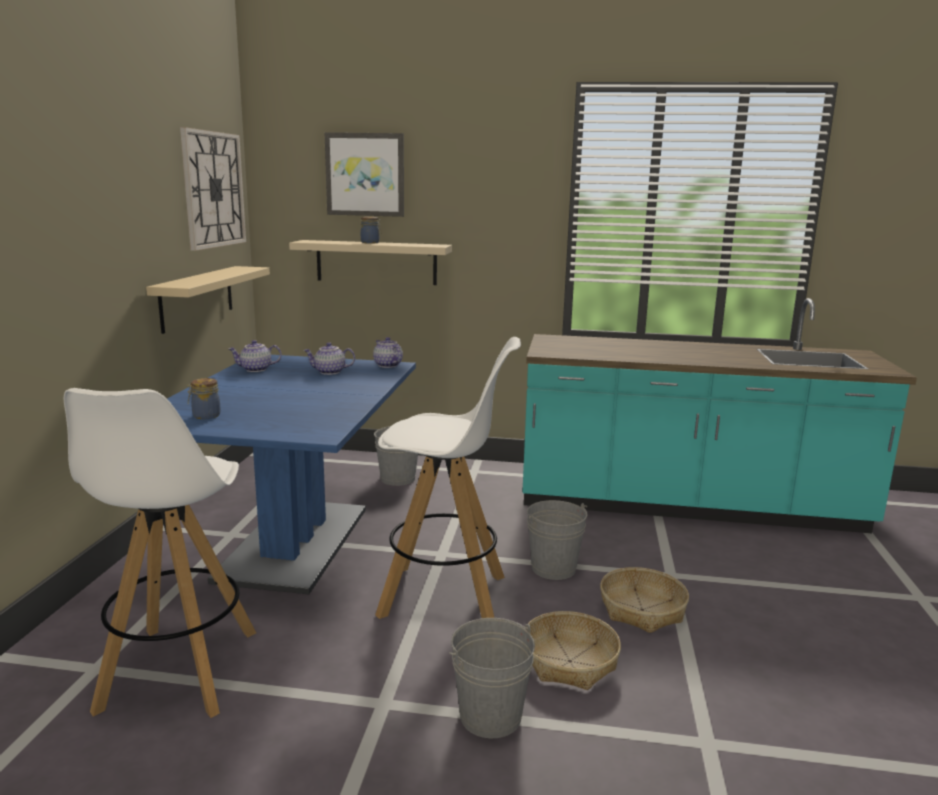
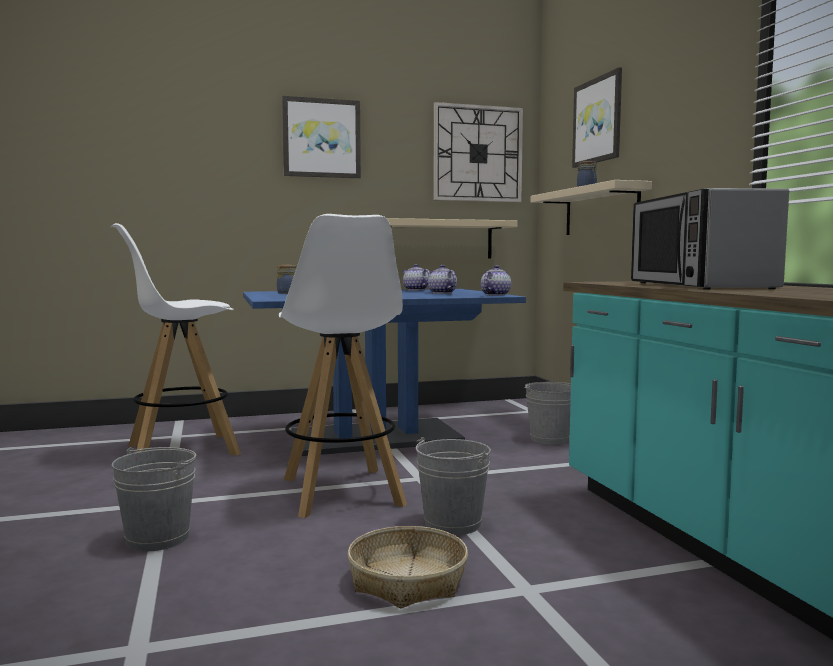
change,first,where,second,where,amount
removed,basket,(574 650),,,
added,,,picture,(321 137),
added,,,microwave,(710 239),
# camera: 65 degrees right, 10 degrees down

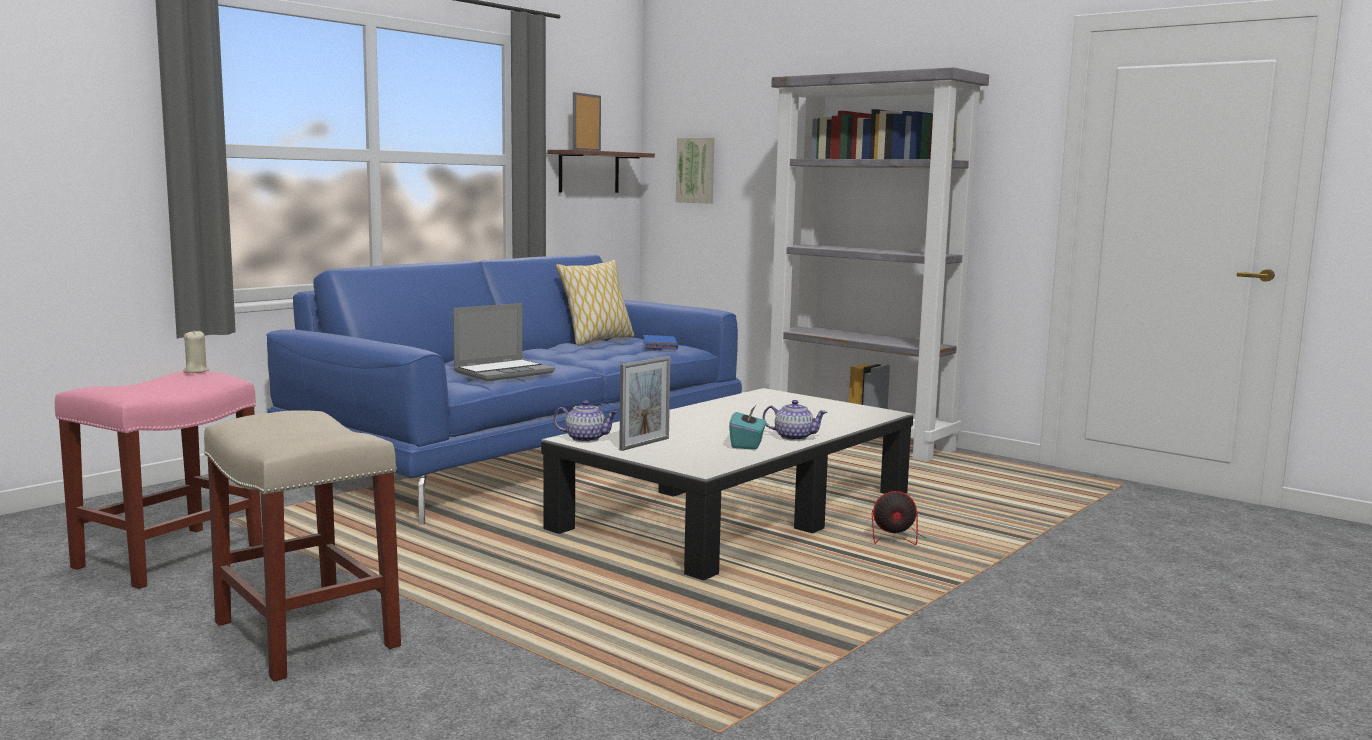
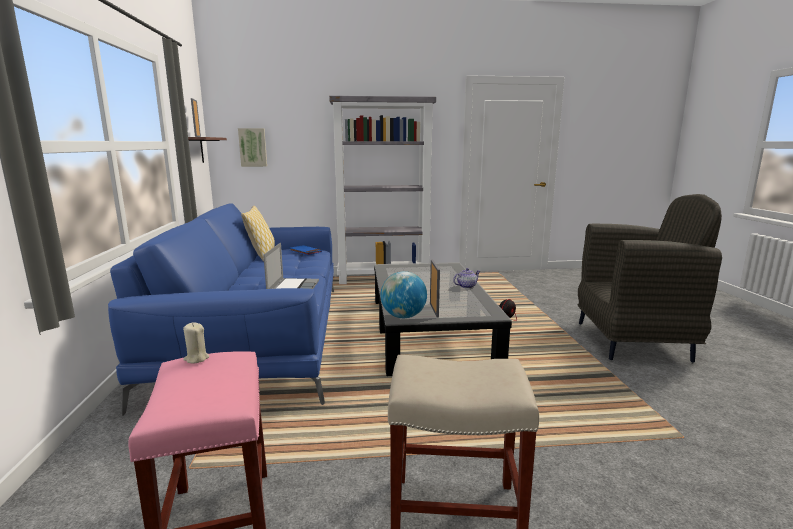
change,first,where,second,where,amount
replaced,teapot,(586 421),globe,(403 294),
removed,turquoise tissue box,(747 427),,,
added,,,grey armchair,(649 278),
# camera: 45 degrees left, 5 degrees up

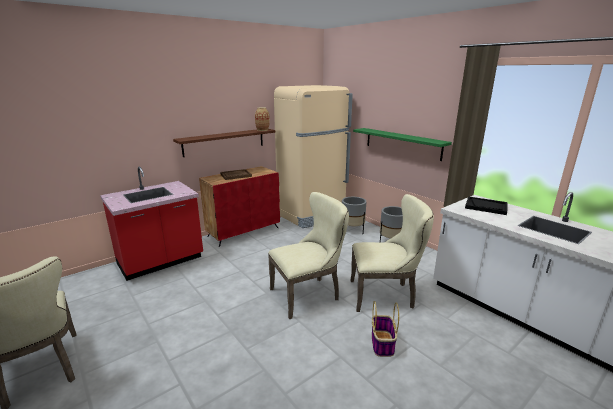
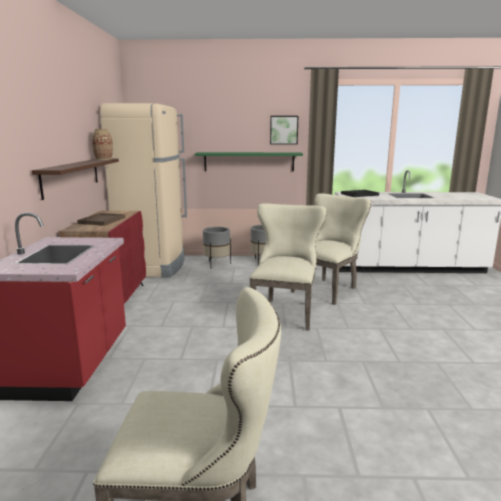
change,first,where,second,where,amount
removed,basket,(385 329),,,
added,,,picture,(284 130),
# camera: 50 degrees left, 5 degrees down

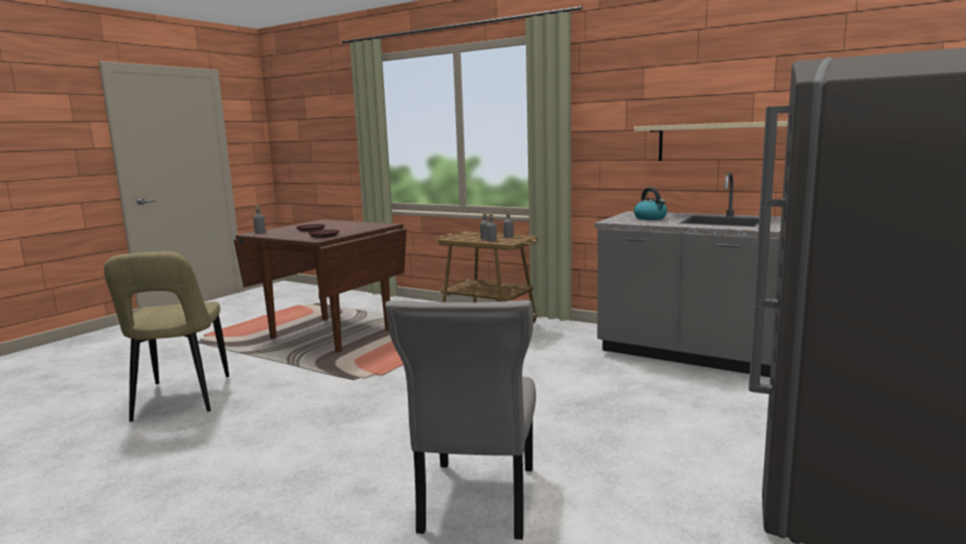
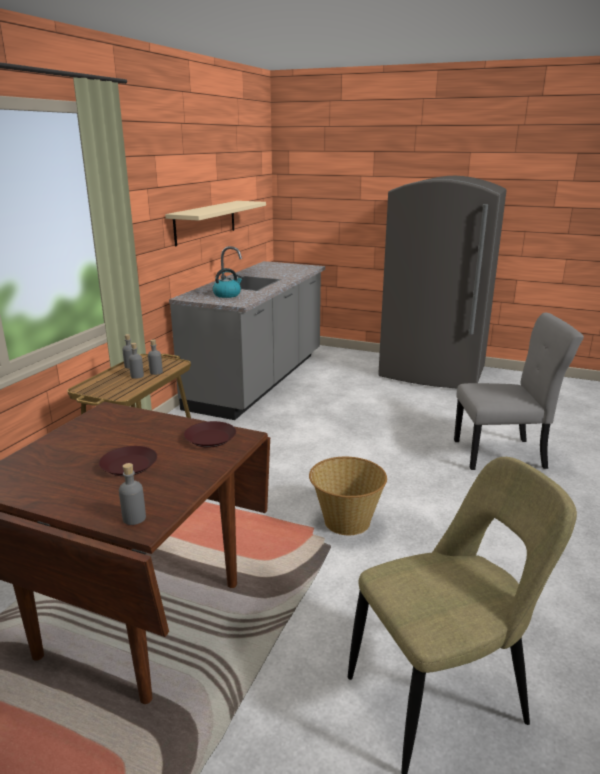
change,first,where,second,where,amount
added,,,basket,(348 496),
# camera: 100 degrees left, 10 degrees up

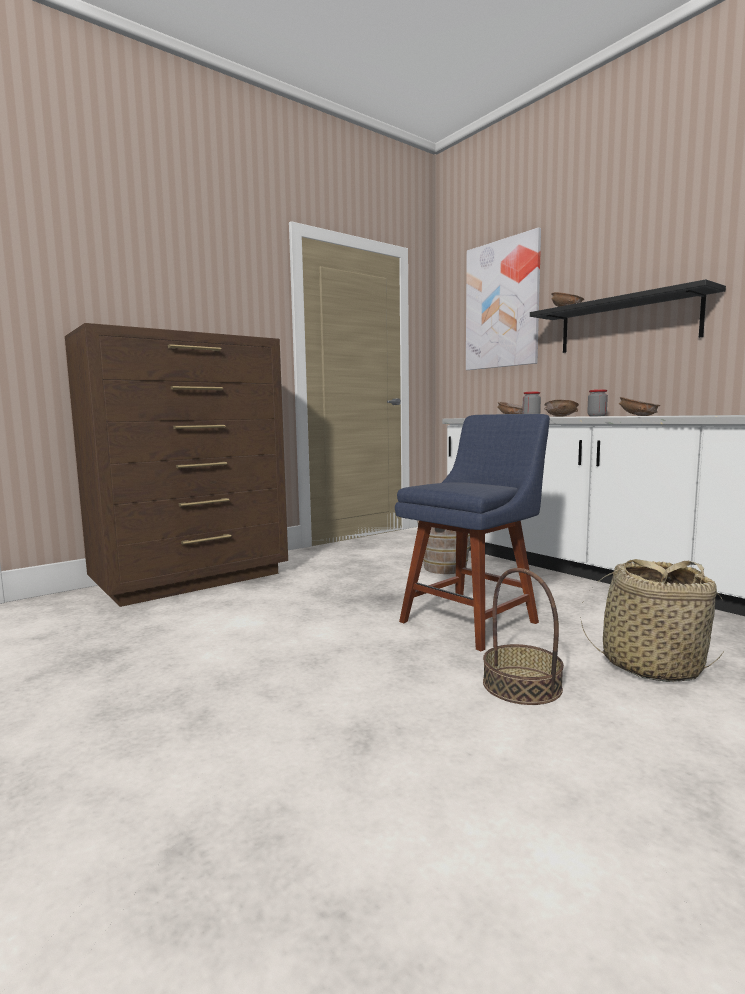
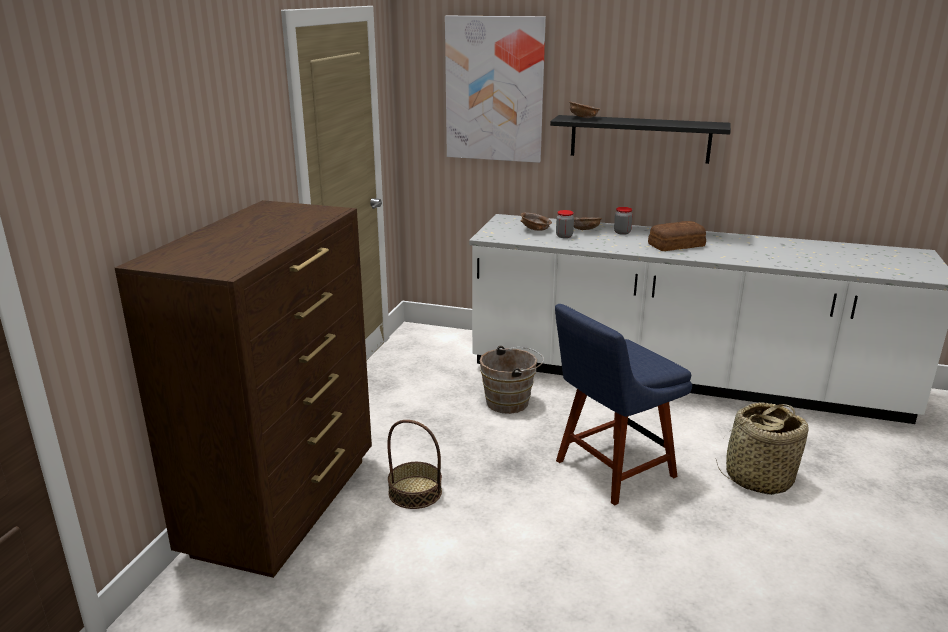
change,first,where,second,where,amount
turned,blue chair,(472 533),,(623 405),135 degrees counterclockwise
moved,basket,(523 636),,(414 464),
replaced,brown bowl,(640 406),bread,(677 236),
# camera: 35 degrees left, 15 degrees up

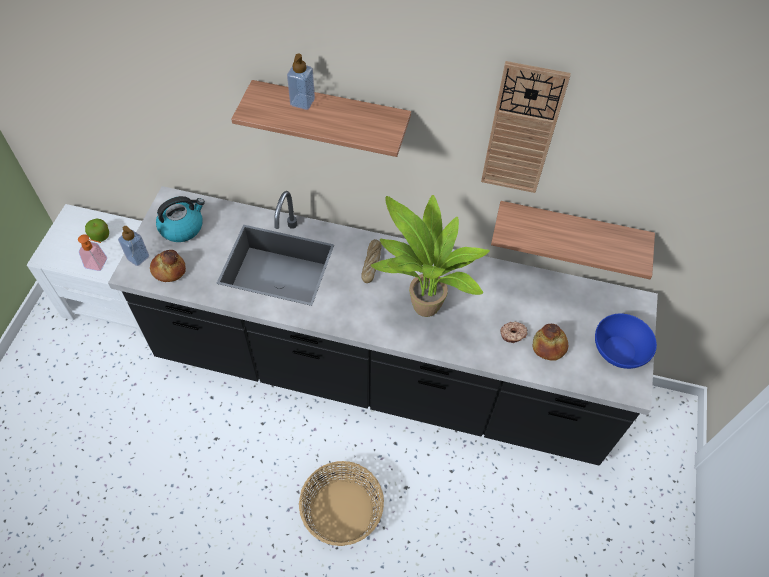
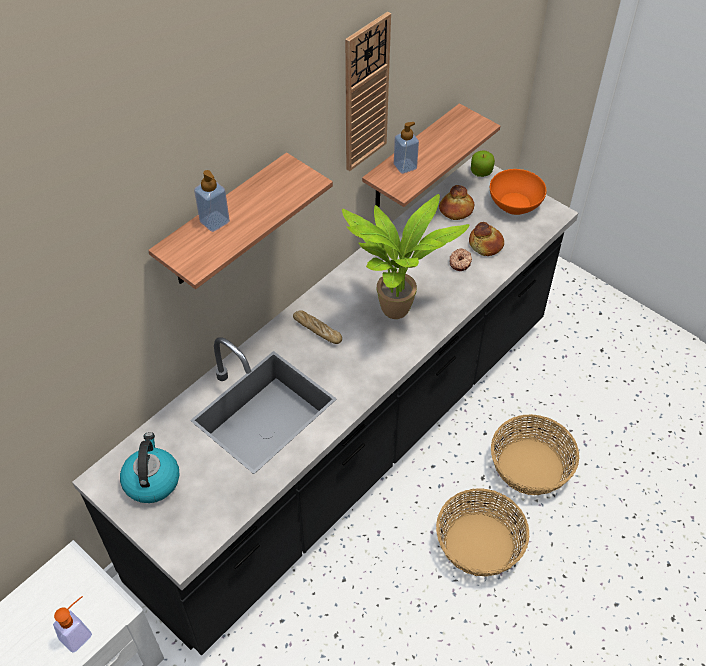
change,first,where,second,where,amount
moved,apple,(97 230),,(483 163),
moved,soap dispenser,(133 246),,(406 148),
moved,bread,(168 266),,(456 202),
recoloured,blue bowl,(626 341),orange bowl,(518 192),
added,,,basket,(535 454),
# camera: 60 degrees left, 5 degrees down

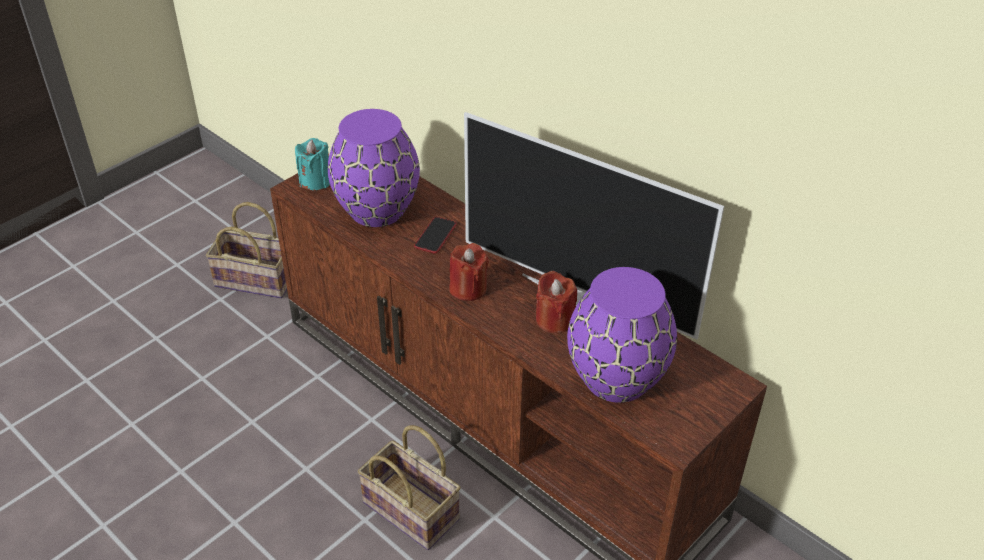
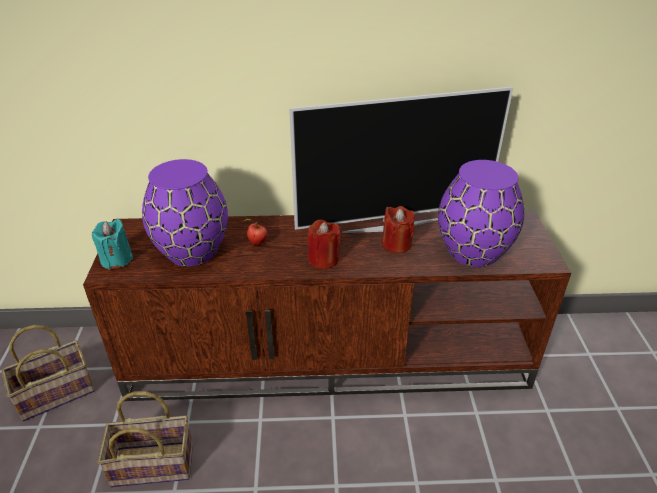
change,first,where,second,where,amount
moved,basket,(409 487),,(145 439),
replaced,phone,(435 235),apple,(255 232),
# camera: 45 degrees left, 5 degrees down

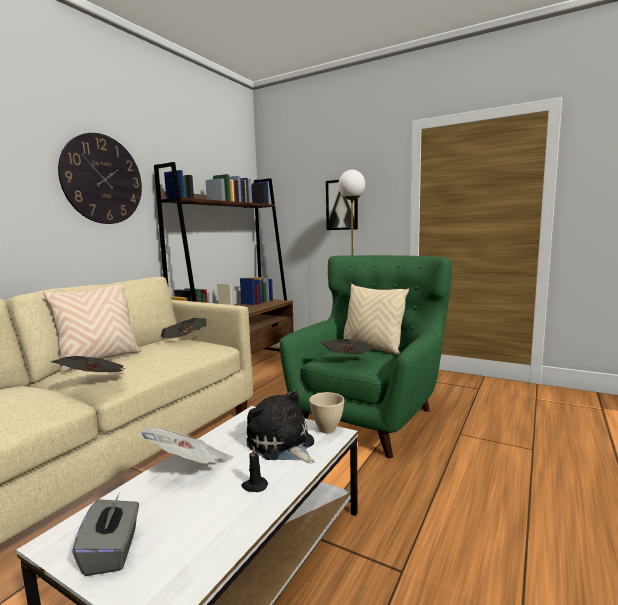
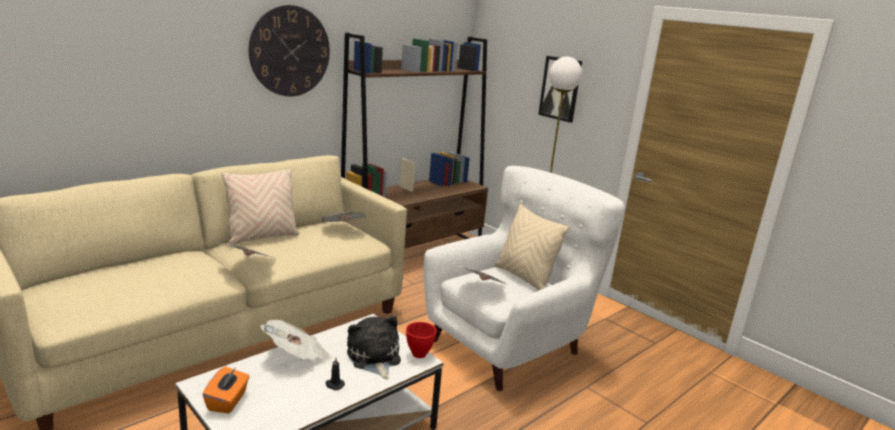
change,first,where,second,where,amount
recoloured,grey tissue box,(105 535),orange tissue box,(226 390),
recoloured,green armchair,(365 356),white armchair,(524 278),
recoloured,beige bowl,(326 413),red bowl,(421 340),
# camera: 15 degrees right, 10 degrees up

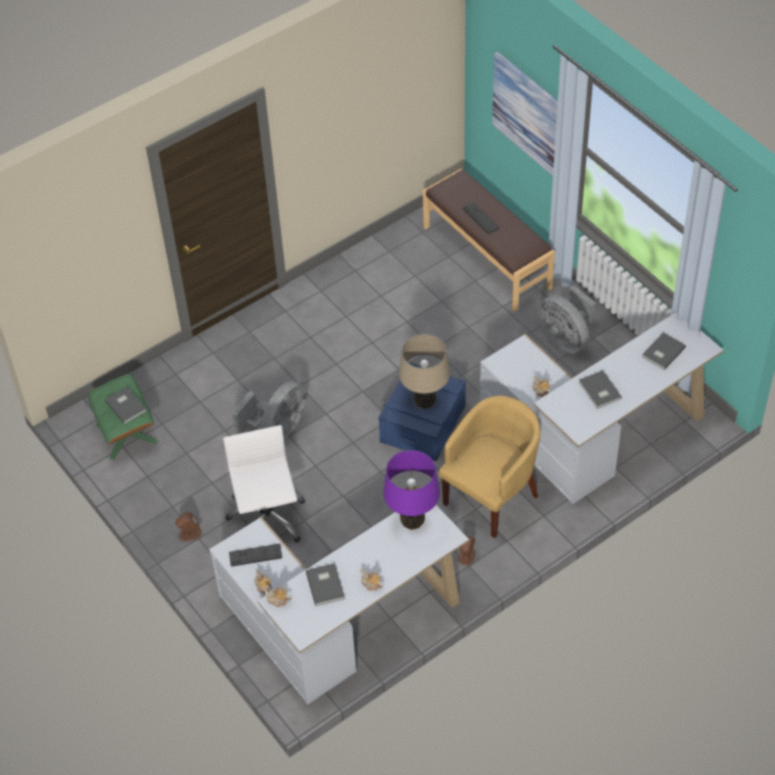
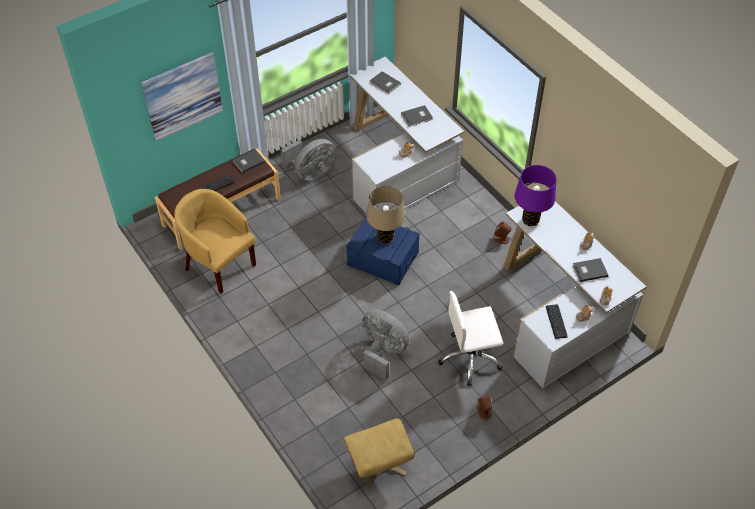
change,first,where,second,where,amount
recoloured,green ottoman,(123 417),beige ottoman,(379 453),
moved,grey book,(126 405),,(249 161),
moved,yellow armchair,(490 466),,(215 241),
# camera: 90 degrees left, 0 degrees up

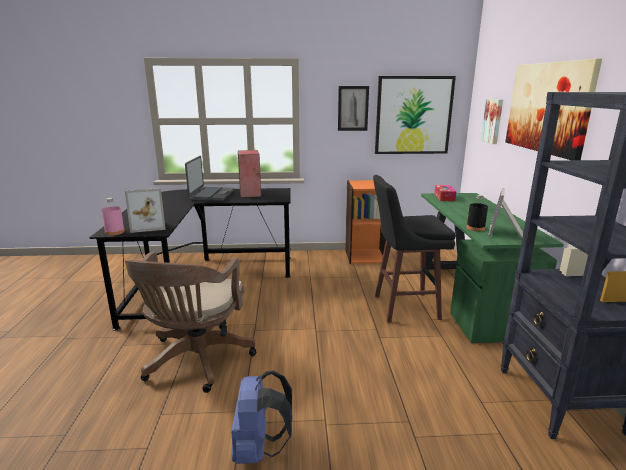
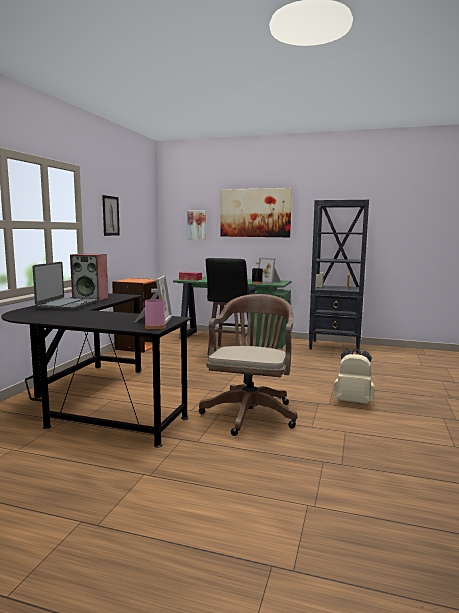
change,first,where,second,where,amount
turned,brown office chair,(190 322),,(248 365),105 degrees counterclockwise
turned,laptop,(209 178),,(65 286),75 degrees clockwise
recoloured,blue backpack,(261 417),beige backpack,(354 376),
removed,picture,(415 115),,,
# camera: 70 degrees left, 10 degrees down

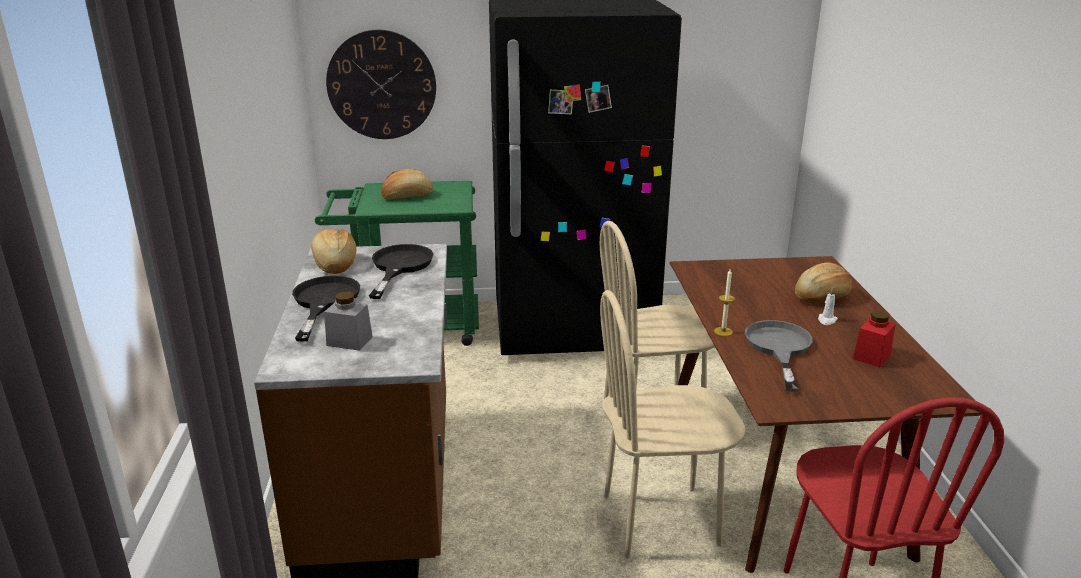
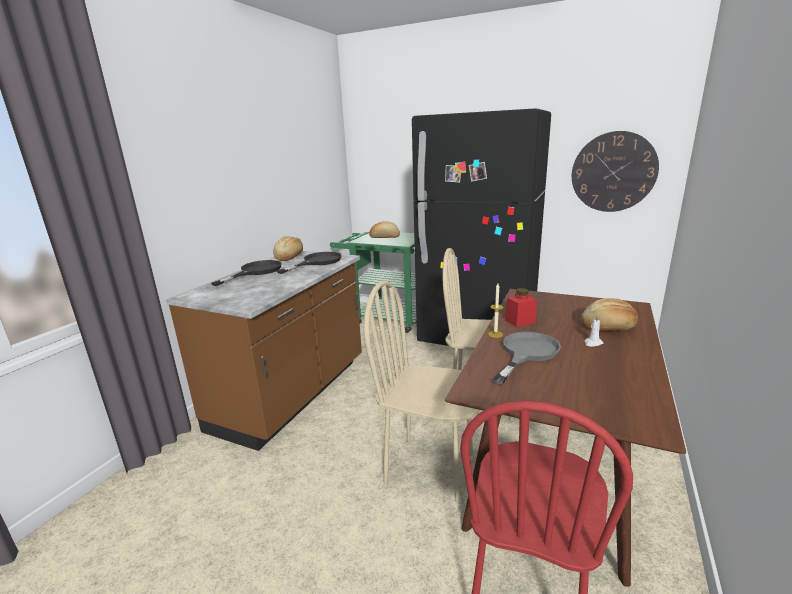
change,first,where,second,where,amount
removed,grey jar,(348 321),,,
moved,wall clock,(381 84),,(615 171),
moved,red jar,(874 339),,(521 307),
# camera: 30 degrees right, 5 degrees down

